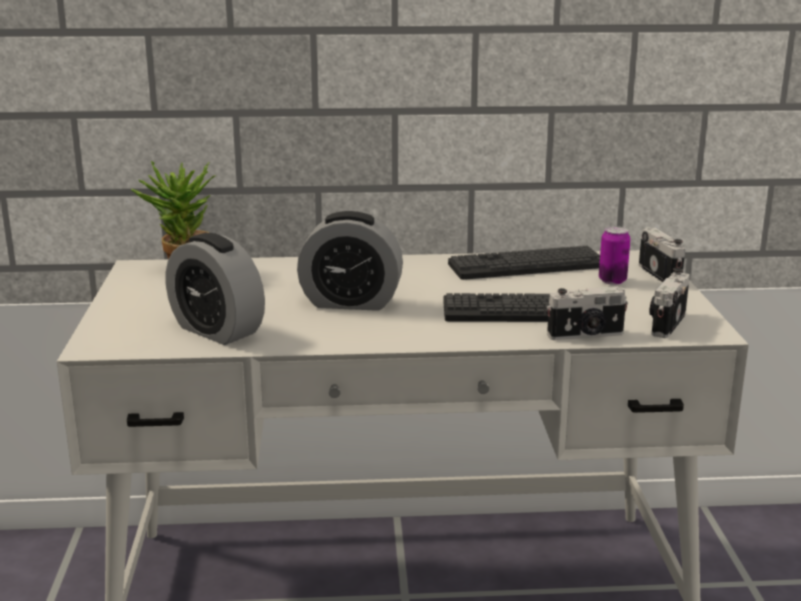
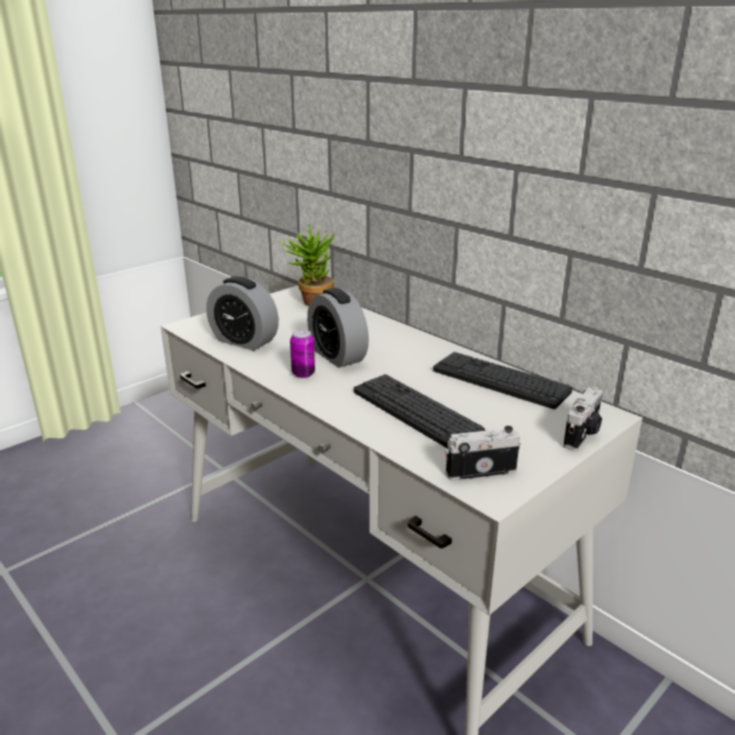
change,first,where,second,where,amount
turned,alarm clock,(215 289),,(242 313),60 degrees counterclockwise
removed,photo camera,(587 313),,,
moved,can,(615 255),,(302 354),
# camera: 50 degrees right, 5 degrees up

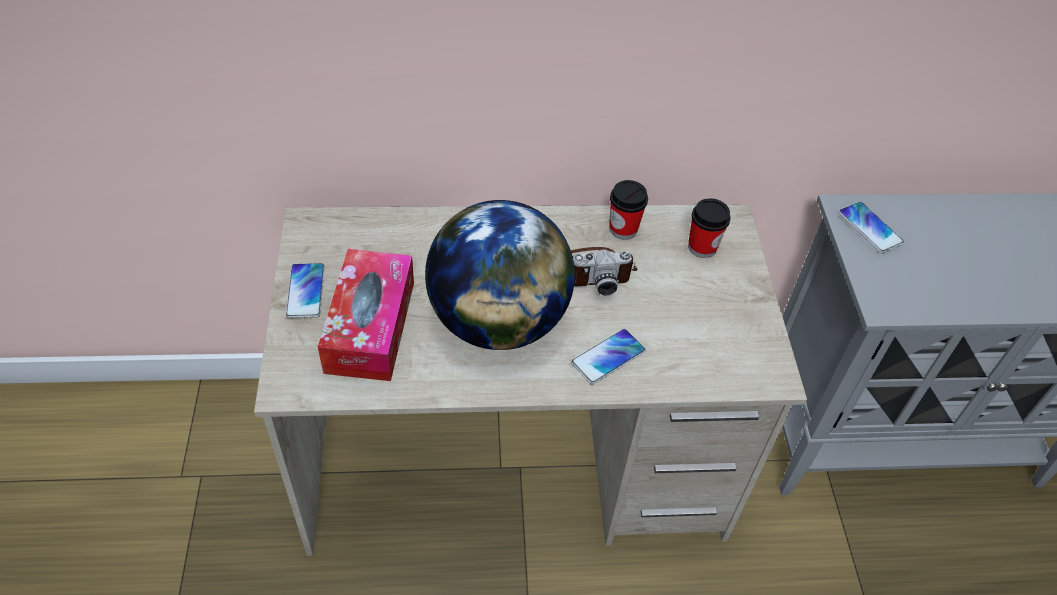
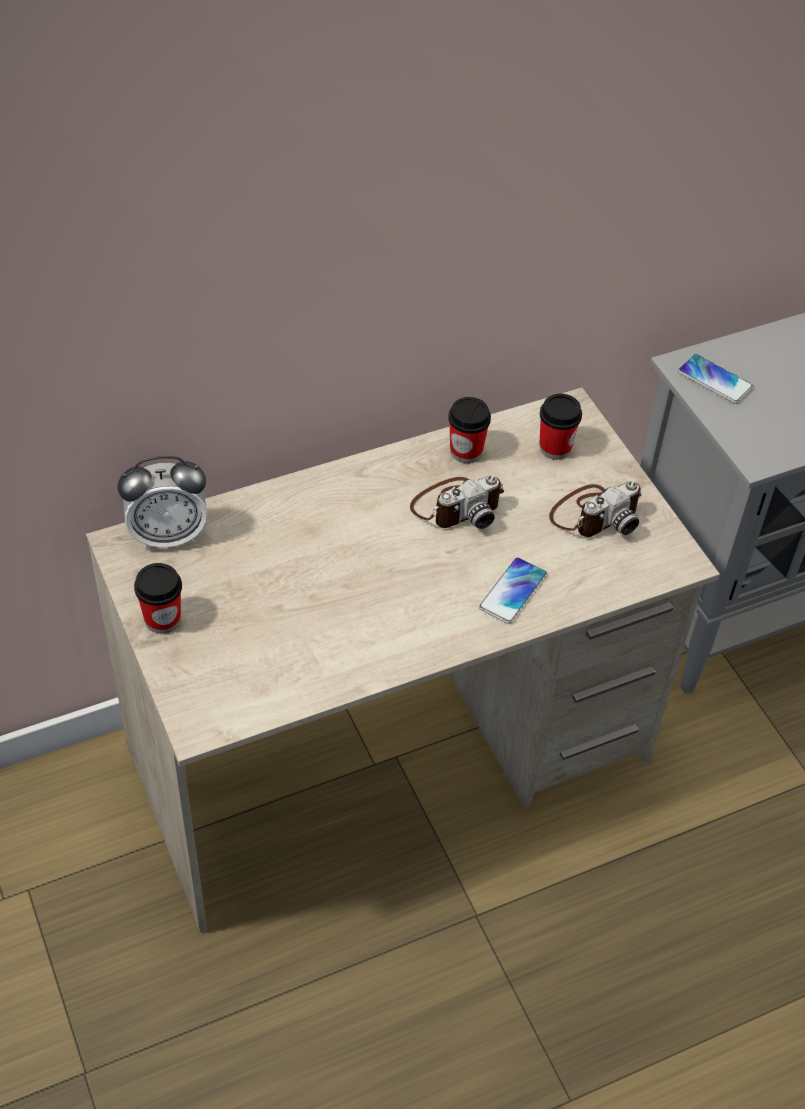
change,first,where,second,where,amount
replaced,phone,(305 290),cup,(158 598),
removed,tissue box,(366 315),,,
removed,globe,(500 275),,,
added,,,alarm clock,(162 502),
added,,,photo camera,(595 509),
# camera: 20 degrees left, 0 degrees up

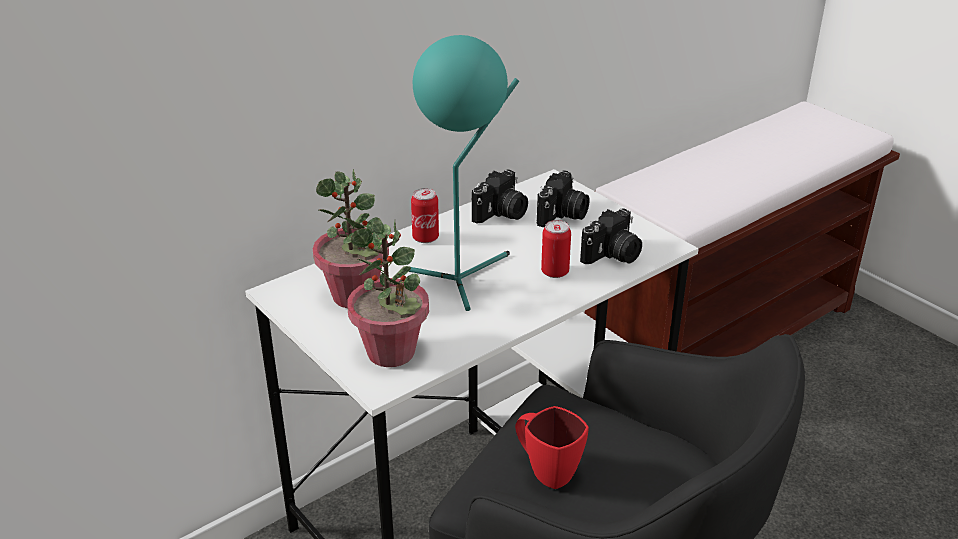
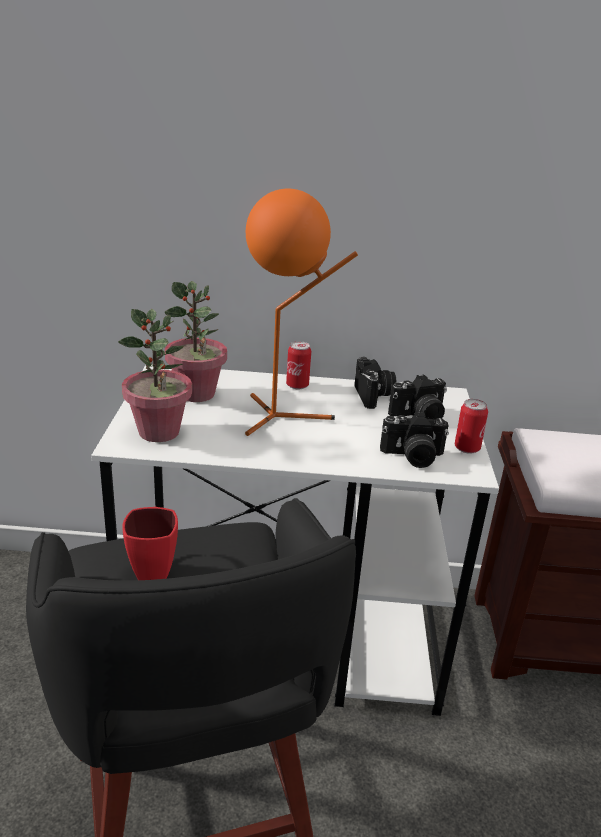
change,first,where,second,where,amount
recoloured,turquoise table lamp,(464 173),orange table lamp,(301 312),
turned,photo camera,(500 196),,(375 383),90 degrees counterclockwise
moved,can,(556 249),,(471 426),
# camera: 40 degrees right, 5 degrees down

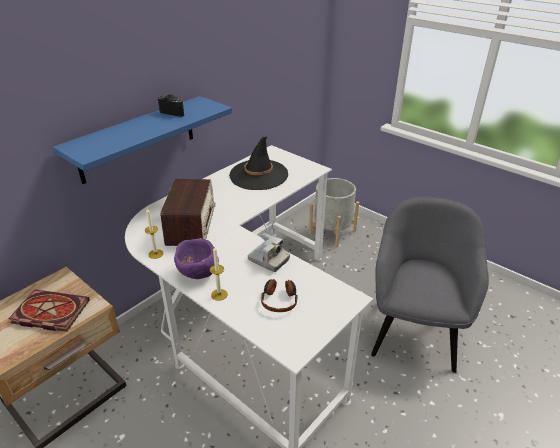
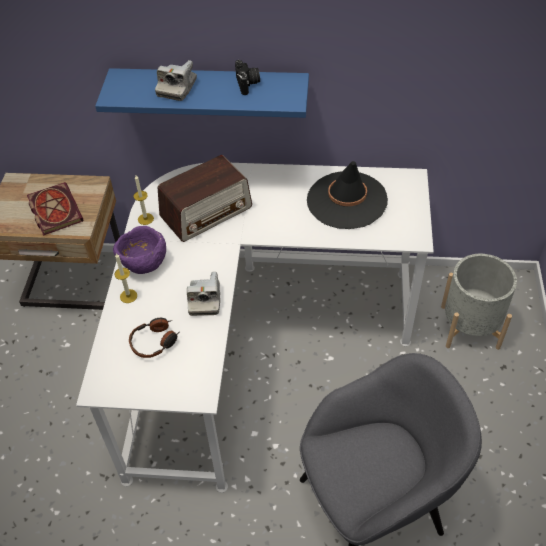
change,first,where,second,where,amount
added,,,photo camera,(176 80),
# camera: 55 degrees right, 15 degrees up

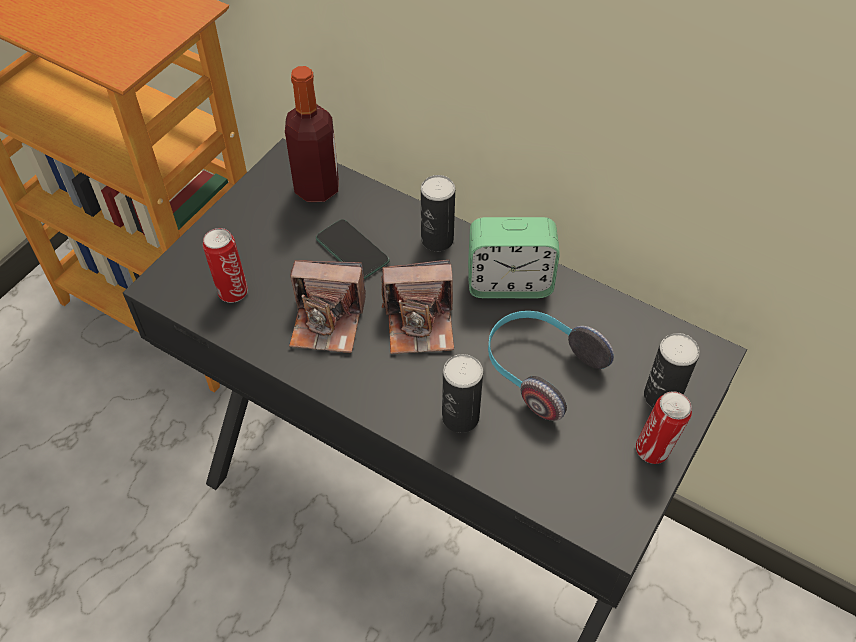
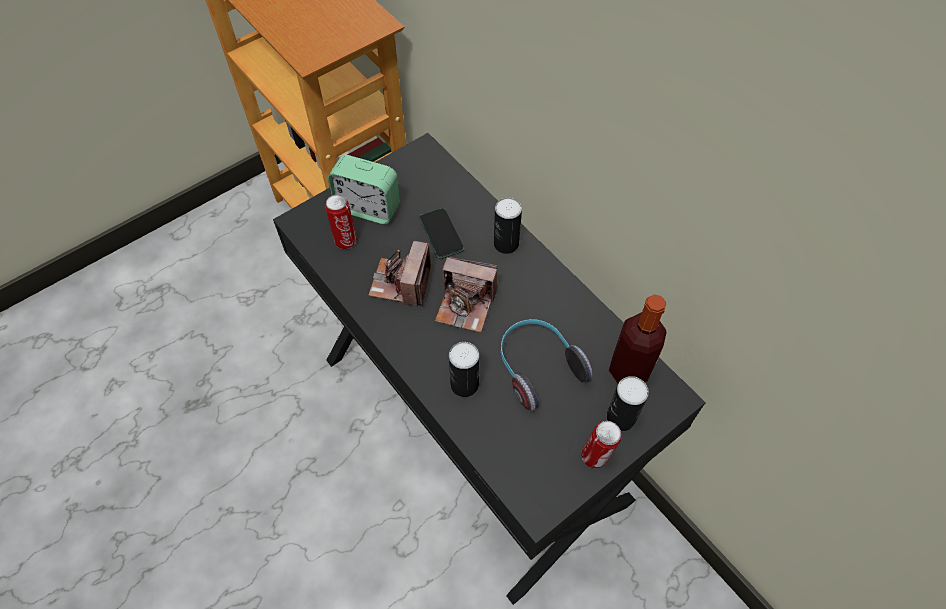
change,first,where,second,where,amount
moved,bottle,(312 134),,(638 338),
turned,photo camera,(327 307),,(399 274),75 degrees clockwise
moved,alarm clock,(514 257),,(364 189),
# camera: 20 degrees right, 5 degrees up

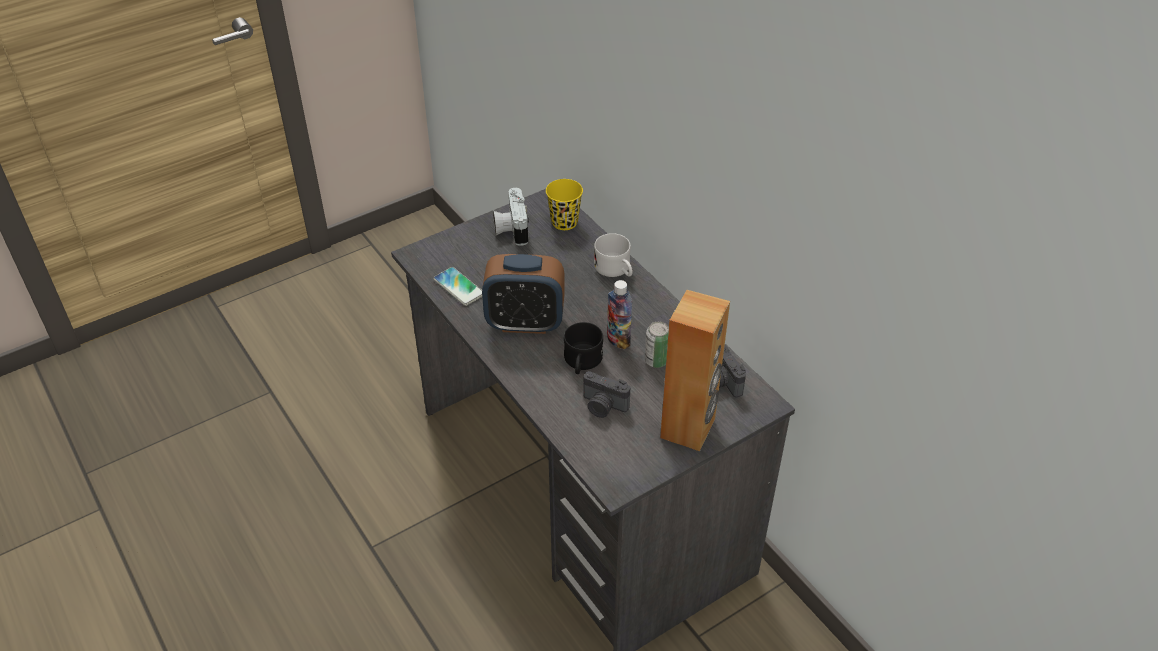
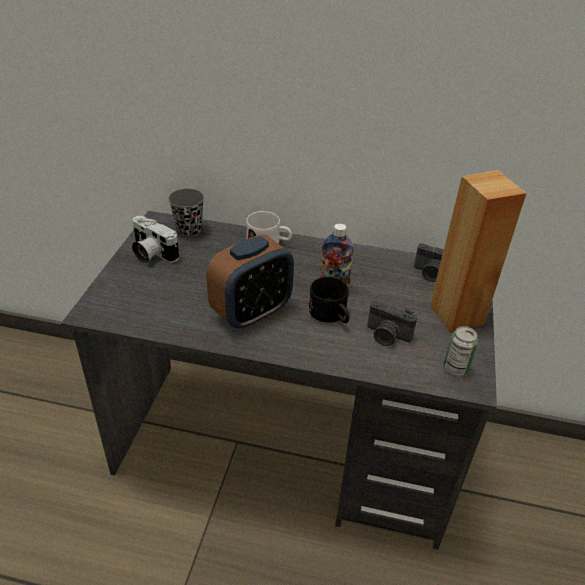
change,first,where,second,where,amount
removed,phone,(457 286),,,
recoloured,yellow cup,(564 204),grey cup,(186 213),
turned,photo camera,(606 394),,(392 323),45 degrees clockwise
moved,can,(657 345),,(461 351),
# camera: 45 degrees left, 5 degrees down

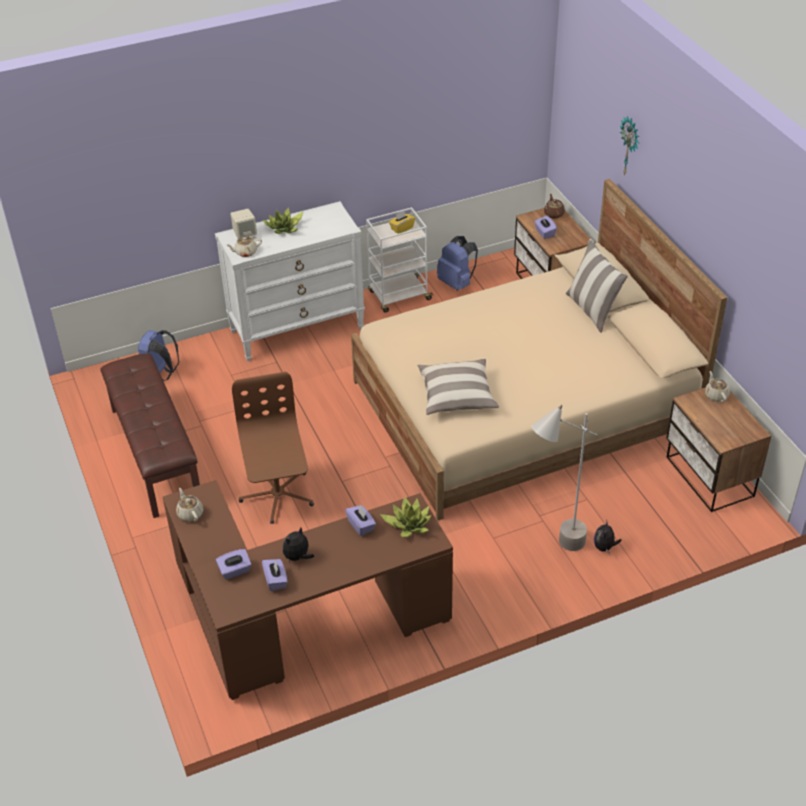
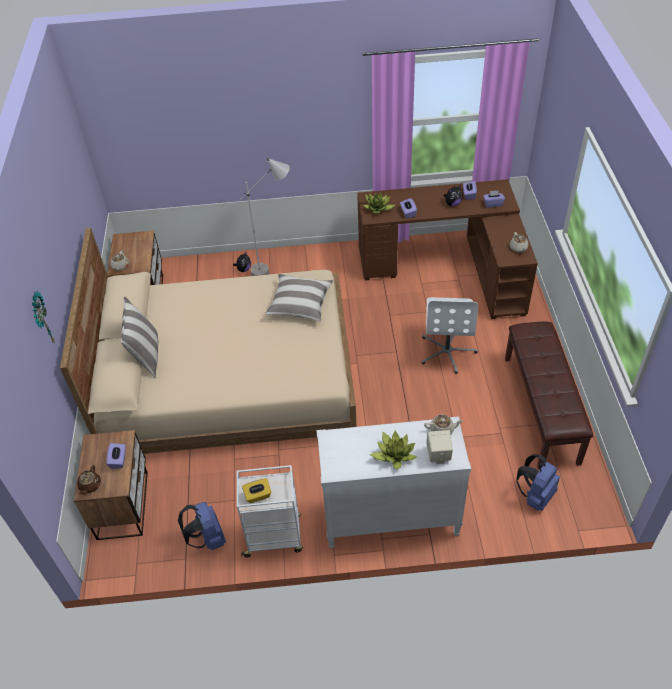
change,first,where,second,where,amount
recoloured,brown office chair,(273 447),white office chair,(450 335),
# camera: 160 degrees left, 5 degrees up

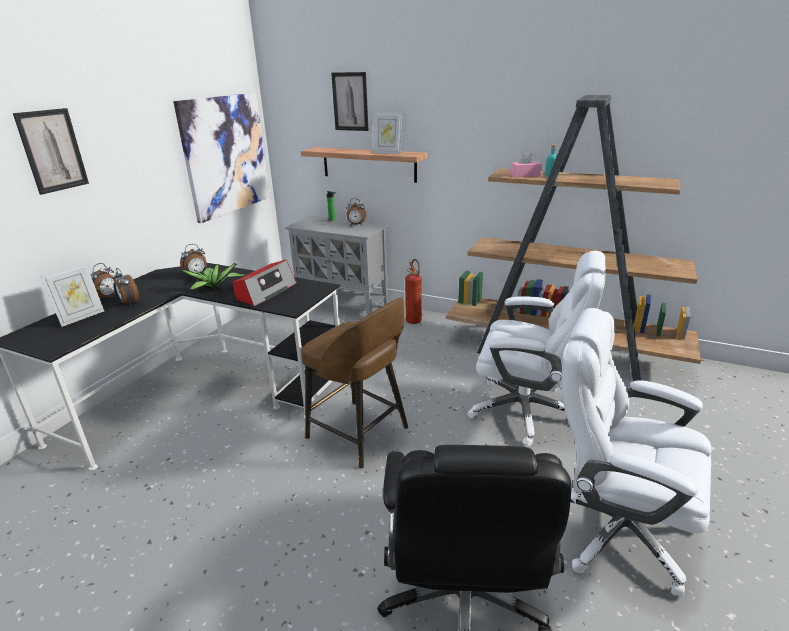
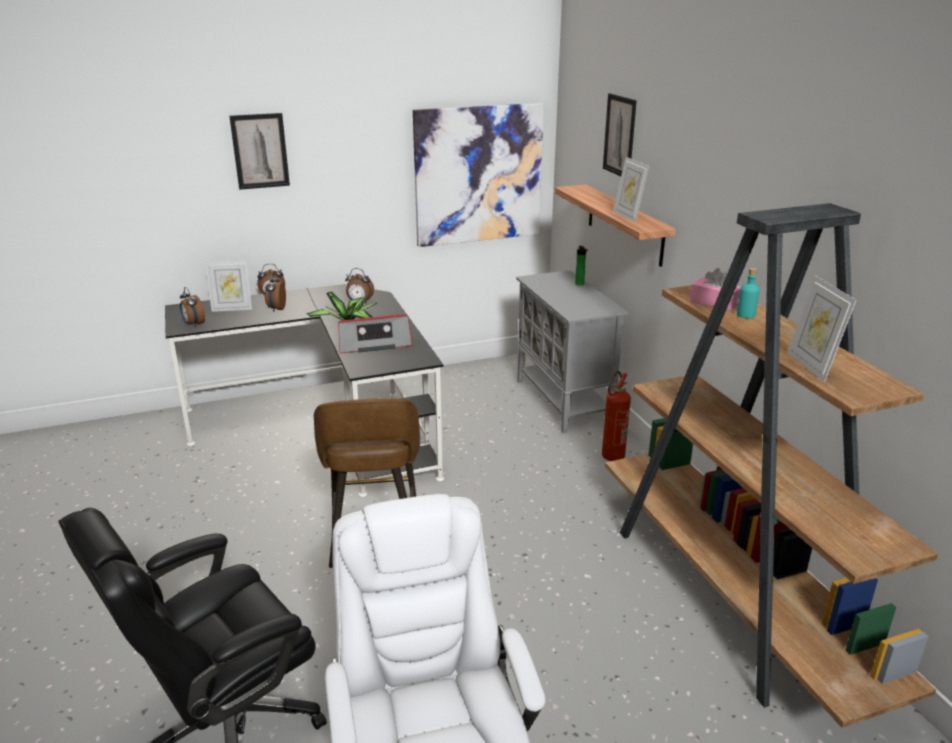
change,first,where,second,where,amount
moved,alarm clock,(356 212),,(192 307),
removed,white office chair,(536 349),,,
added,,,picture frame,(821 328),
# camera: 45 degrees right, 0 degrees up

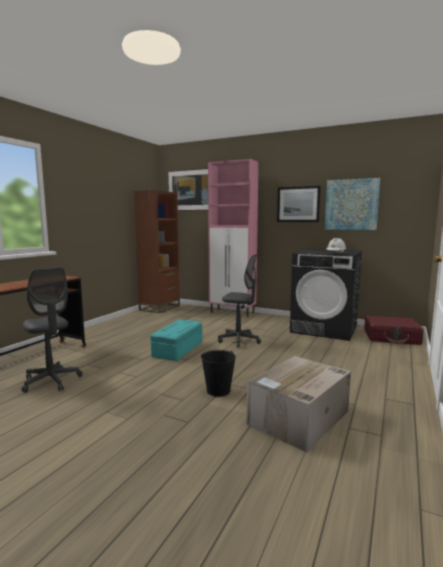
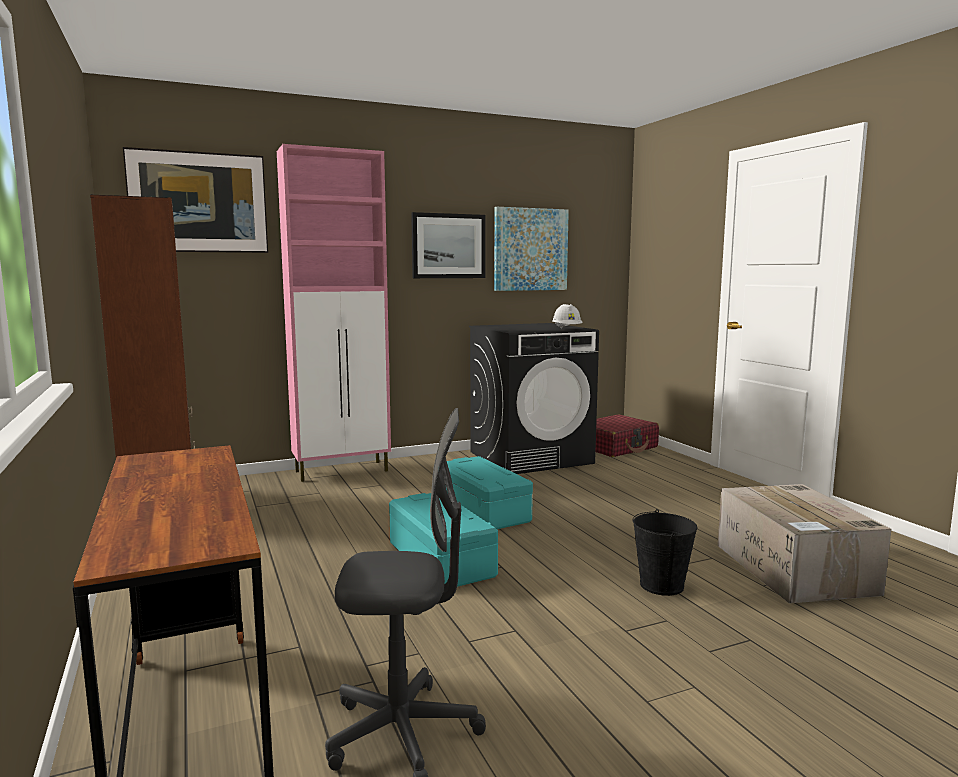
change,first,where,second,where,amount
replaced,grey office chair,(239 301),turquoise storage box,(489 492),
# camera: 50 degrees left, 0 degrees up

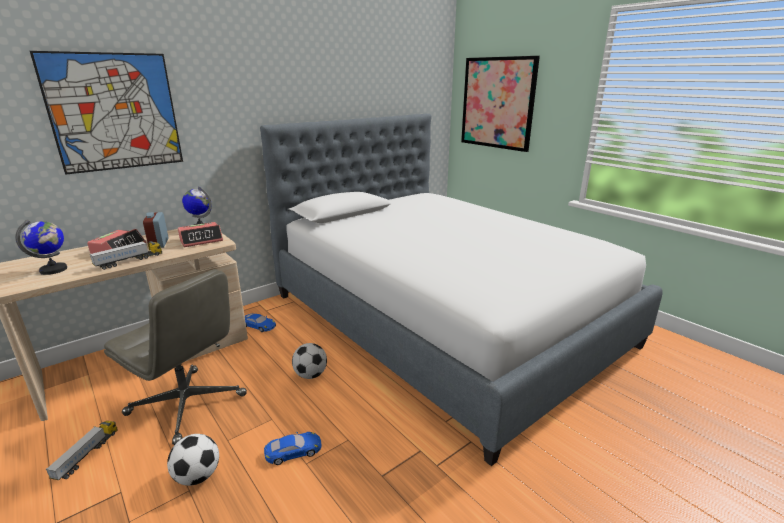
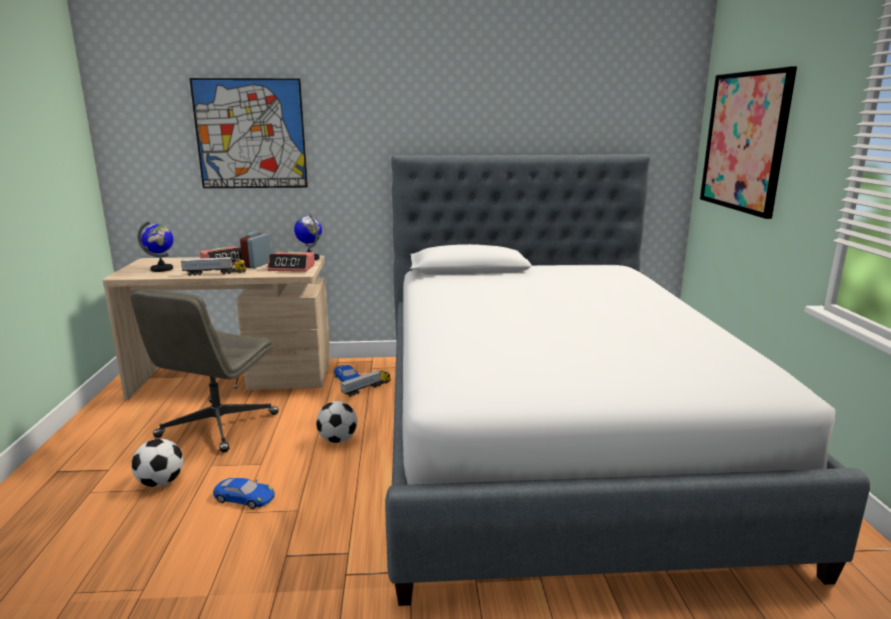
change,first,where,second,where,amount
moved,toy truck,(82 450),,(365 383),
turned,grey office chair,(175 357),,(204 370),45 degrees clockwise
# camera: 35 degrees right, 5 degrees down

